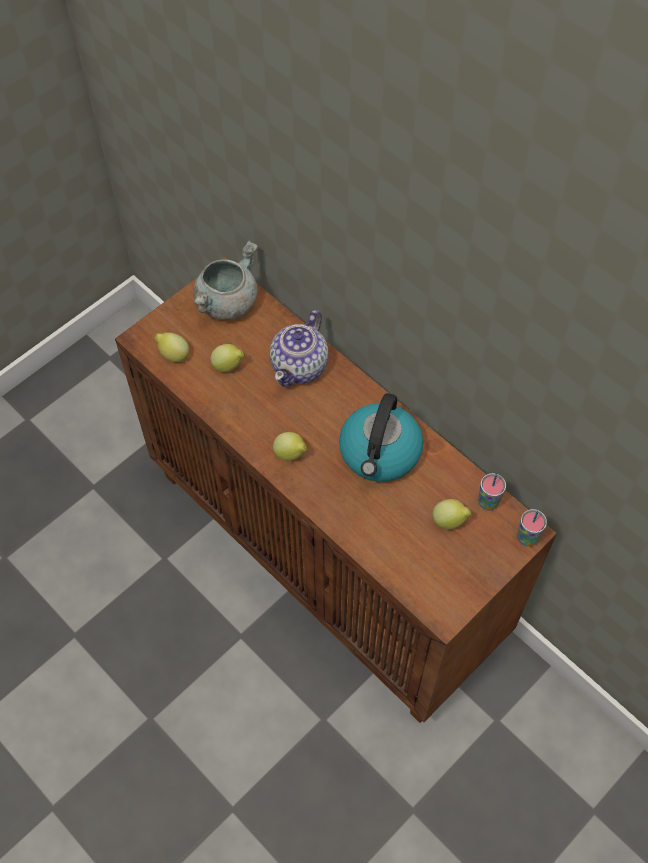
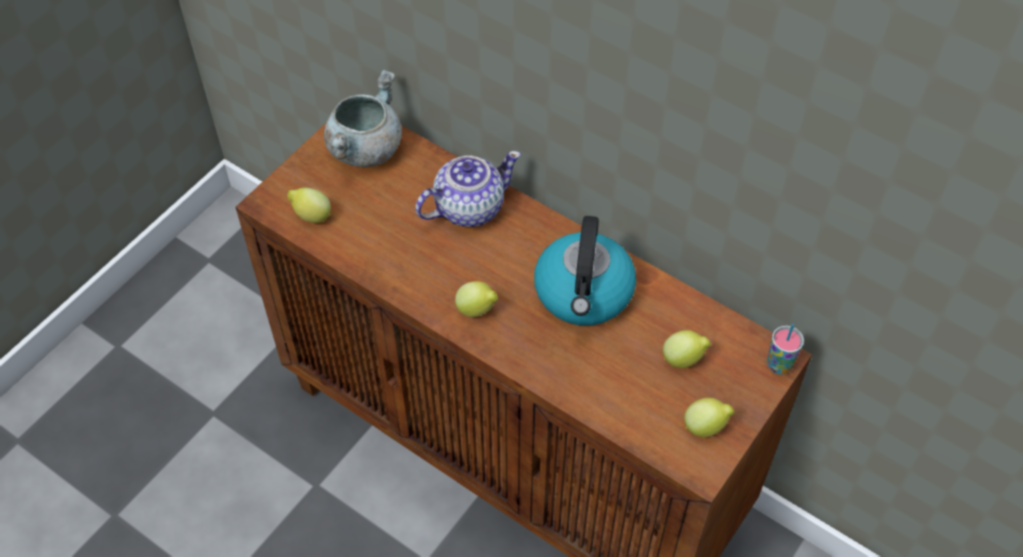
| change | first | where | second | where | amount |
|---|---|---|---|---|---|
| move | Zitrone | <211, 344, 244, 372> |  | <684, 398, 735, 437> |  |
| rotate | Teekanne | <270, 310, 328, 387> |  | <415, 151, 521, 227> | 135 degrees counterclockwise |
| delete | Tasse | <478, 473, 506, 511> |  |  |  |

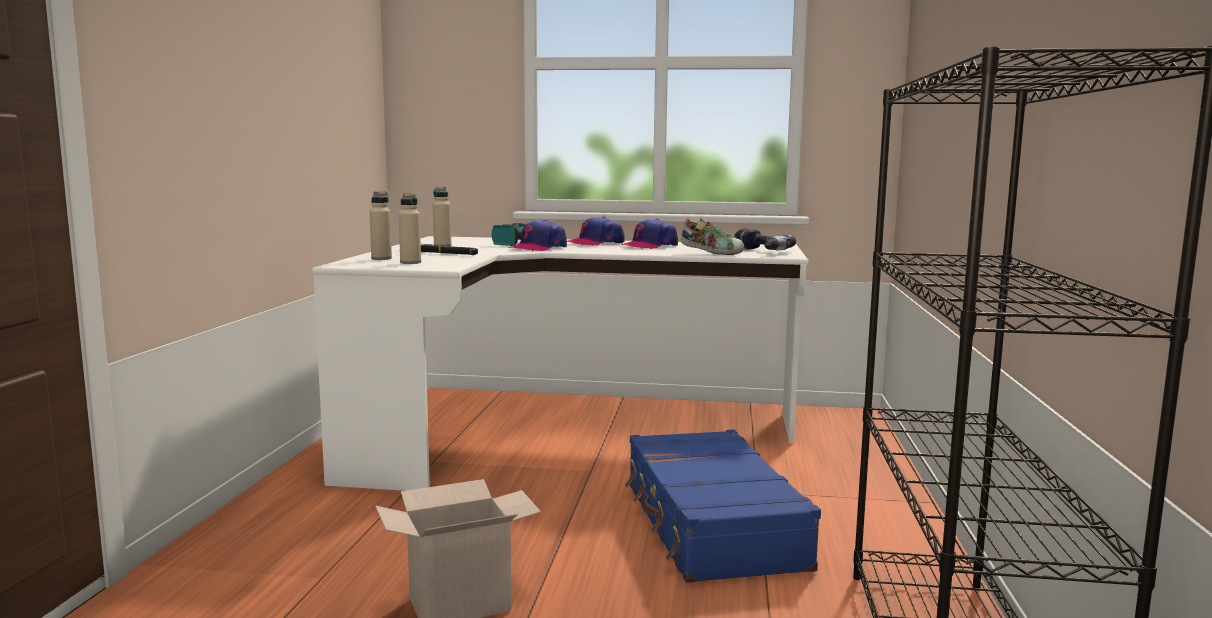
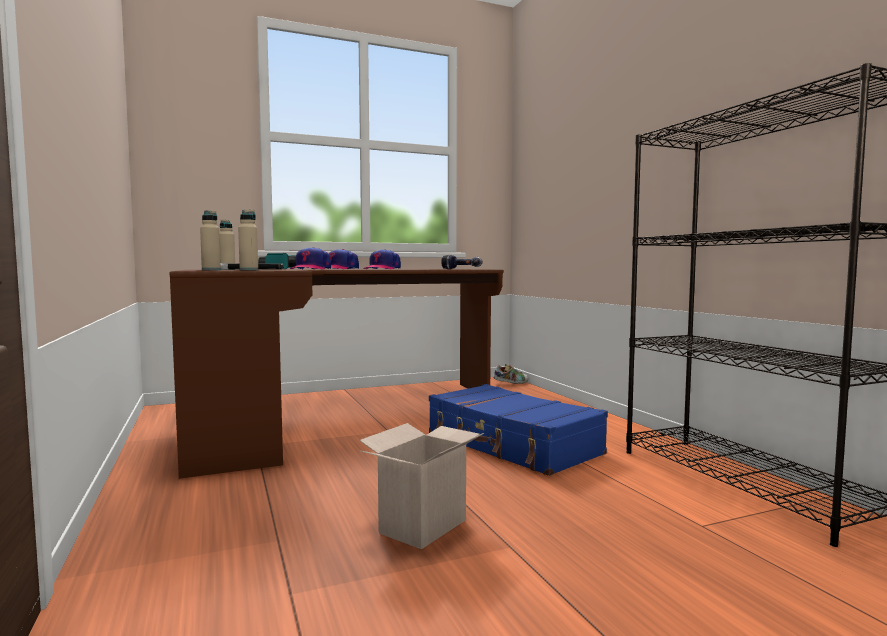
| change | first | where | second | where | amount |
|---|---|---|---|---|---|
| recolor | Schreibtisch [weiß] | <312, 236, 809, 491> | Schreibtisch [braun] | <170, 269, 504, 479> |  |
| move | Schuh | <681, 218, 744, 255> |  | <493, 364, 528, 384> |  |

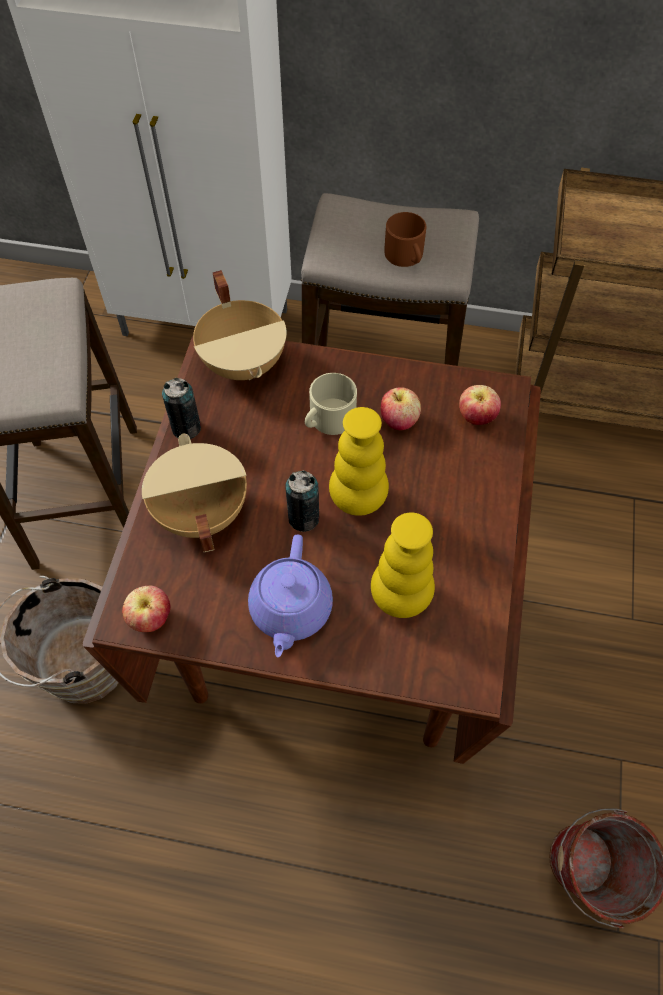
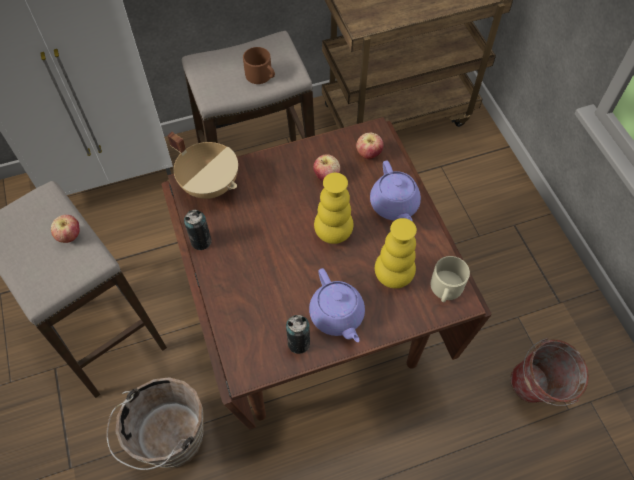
| change | first | where | second | where | amount |
|---|---|---|---|---|---|
| move | Apfel | <122, 586, 171, 632> |  | <51, 215, 79, 243> |  |
| delete | Kochtopf [beige] | <142, 434, 247, 552> |  |  |  |
| move | Dose | <285, 470, 319, 532> |  | <286, 315, 310, 354> |  |
| move | Henkelbecher [beige] | <305, 373, 357, 435> |  | <430, 256, 470, 302> |  |
| insert |  |  | Teekanne [lila] | <370, 161, 421, 221> |  |

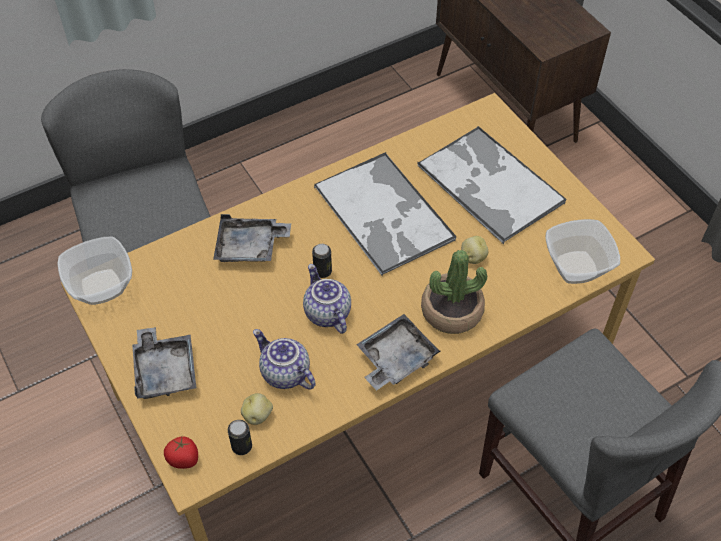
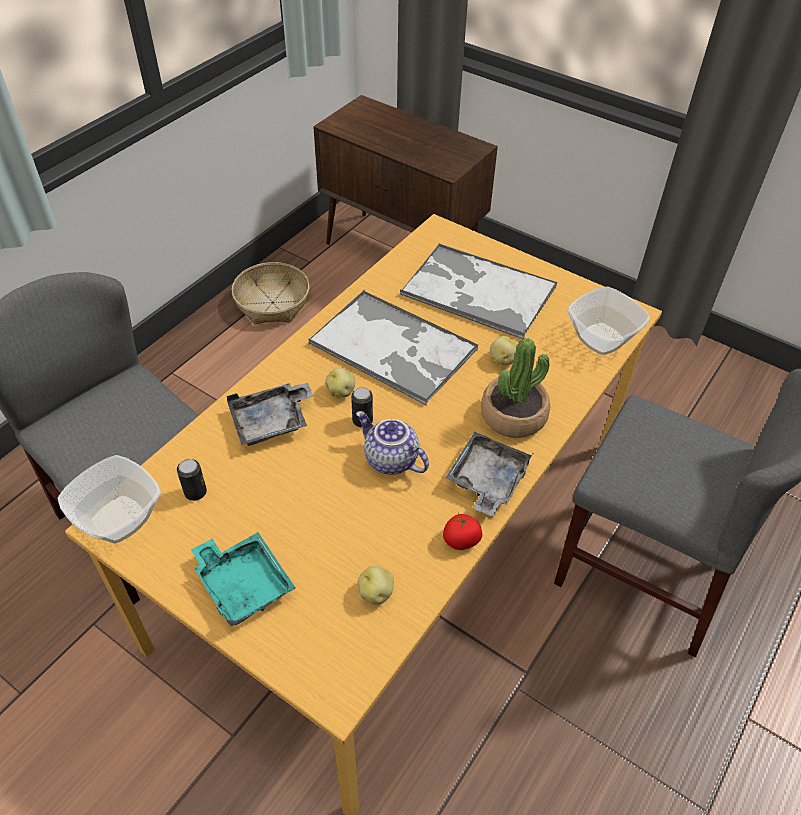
| change | first | where | second | where | amount |
|---|---|---|---|---|---|
| recolor | Tablett [grau] | <132, 327, 196, 399> | Tablett [türkis] | <191, 532, 295, 626> |  |
| move | Tomate | <164, 436, 198, 469> |  | <443, 513, 482, 550> |  |
| move | Dose | <228, 420, 252, 455> |  | <177, 459, 207, 501> |  |
| delete | Teekanne | <253, 329, 316, 390> |  |  |  |
| insert |  |  | Korb | <232, 262, 310, 324> |  |
| insert |  |  | Kartoffel | <325, 368, 355, 398> |  |

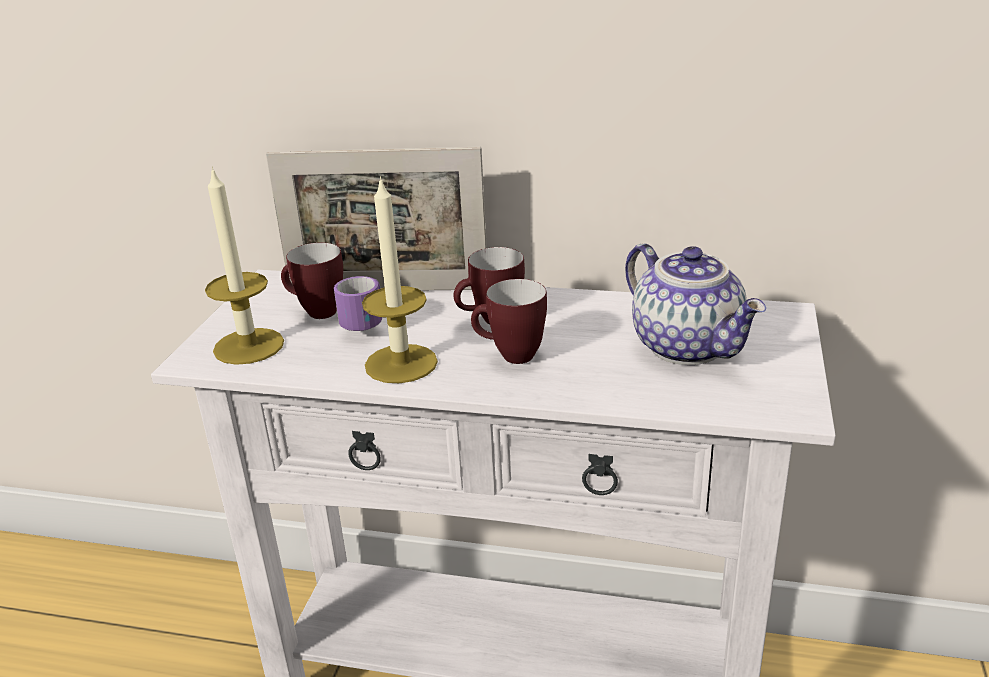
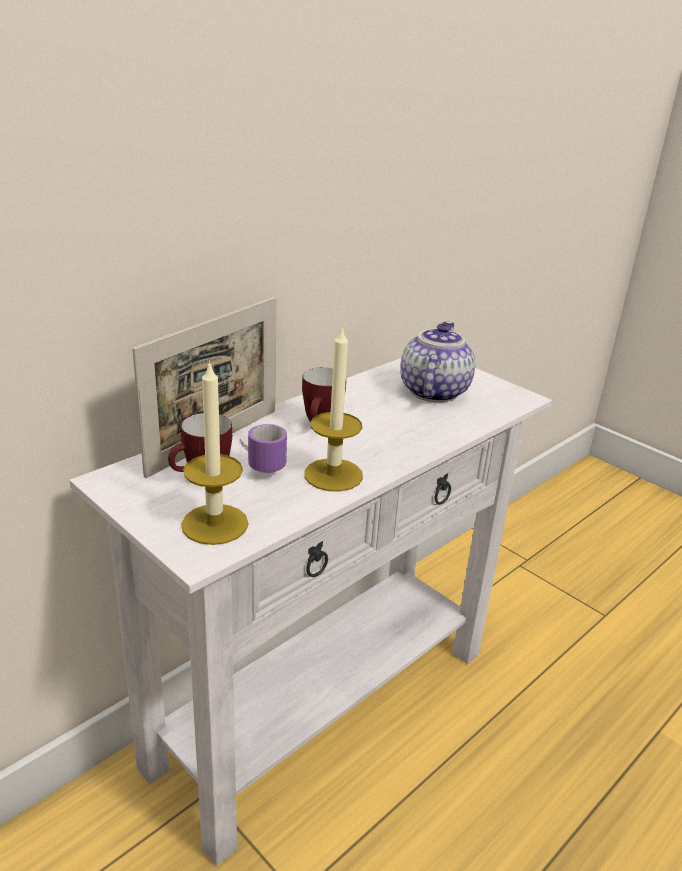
| change | first | where | second | where | amount |
|---|---|---|---|---|---|
| delete | Henkelbecher | <471, 279, 547, 364> |  |  |  |
| rotate | Teekanne | <625, 243, 766, 365> |  | <400, 321, 475, 402> | 75 degrees counterclockwise |

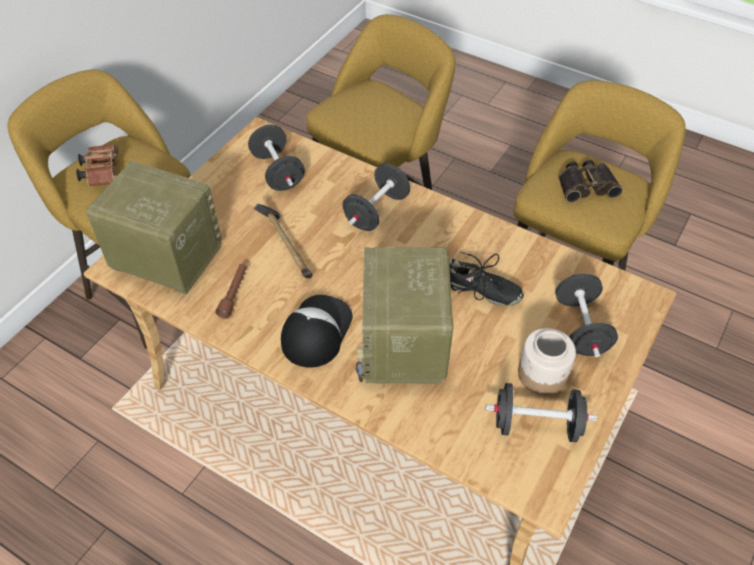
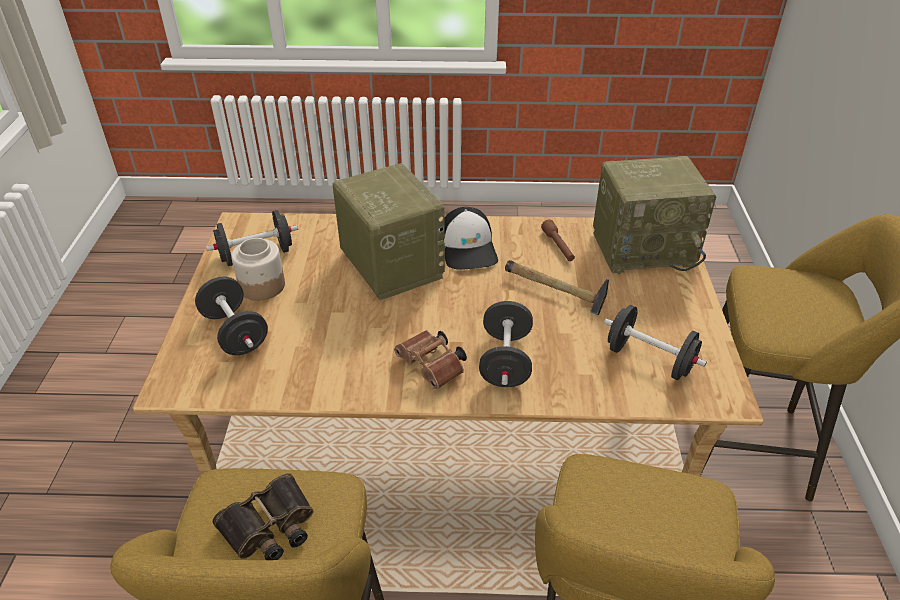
| change | first | where | second | where | amount |
|---|---|---|---|---|---|
| move | Fernglas [braun] | <76, 144, 119, 186> |  | <394, 330, 467, 390> |  |
| delete | Schuh [schwarz] | <449, 251, 524, 306> |  |  |  |

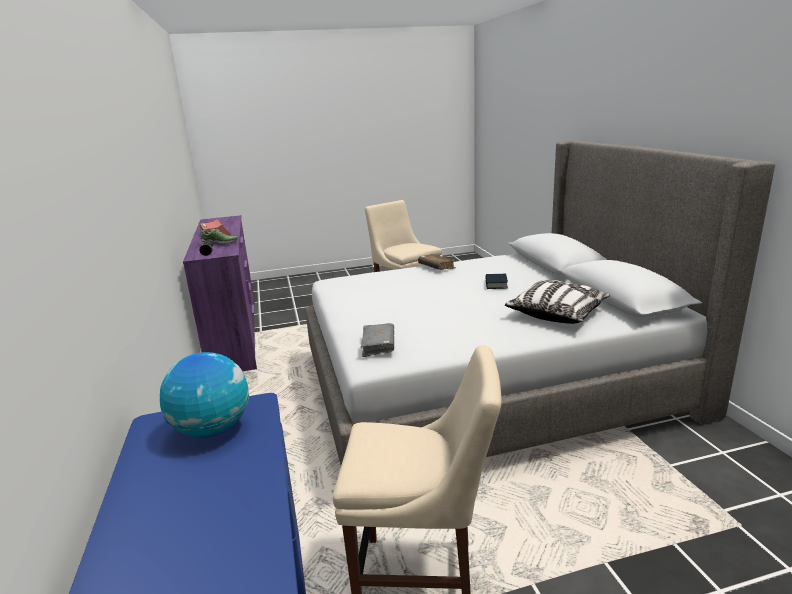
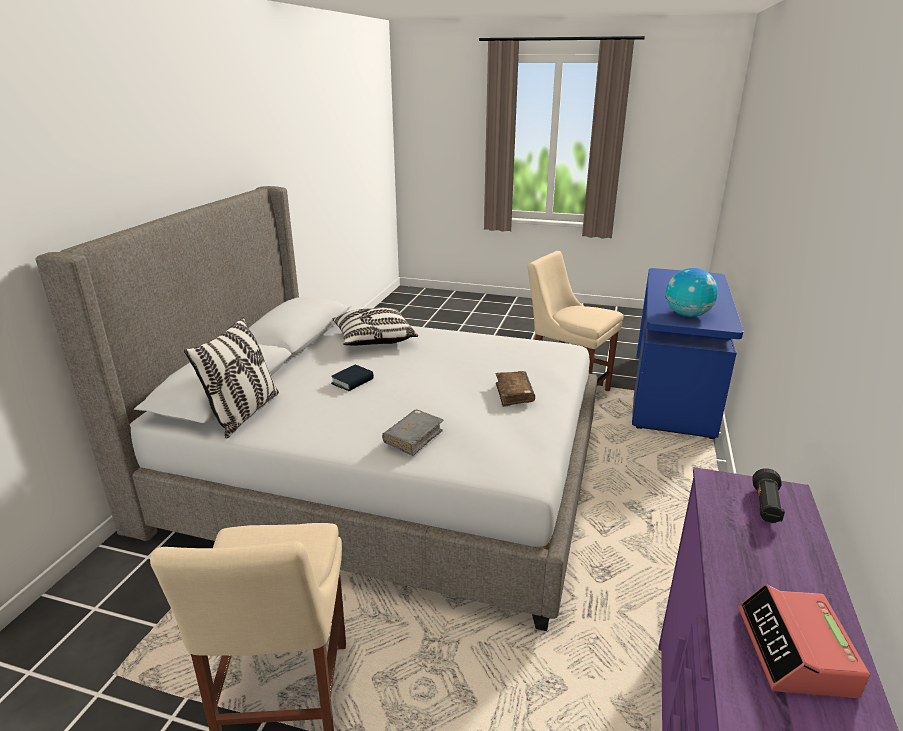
| change | first | where | second | where | amount |
|---|---|---|---|---|---|
| delete | Schuh | <199, 229, 238, 245> |  |  |  |
| move | Buch [grau] | <361, 323, 394, 357> |  | <382, 409, 444, 456> |  |
| move | Buch [braun] | <418, 254, 456, 270> |  | <496, 371, 535, 407> |  |
| insert |  |  | Kissen | <184, 317, 279, 439> |  |

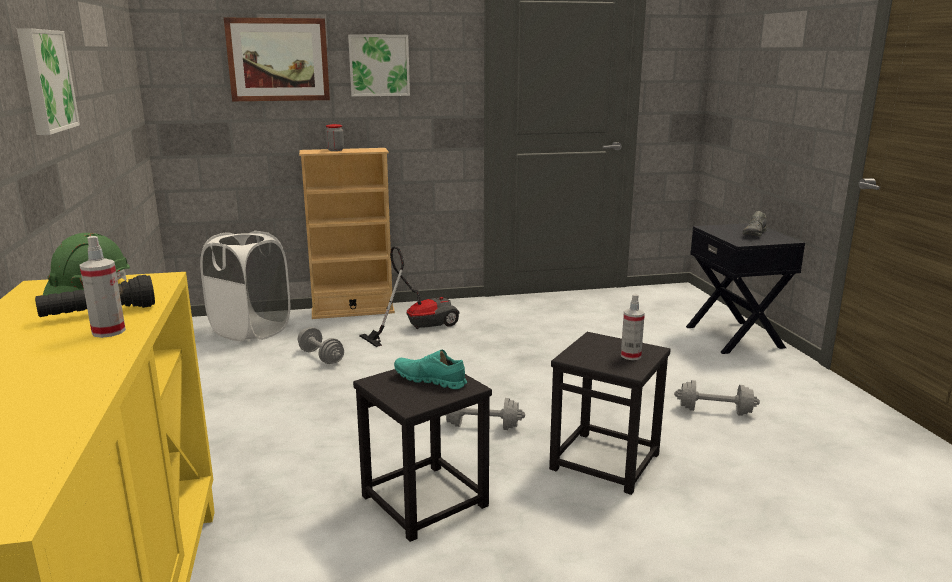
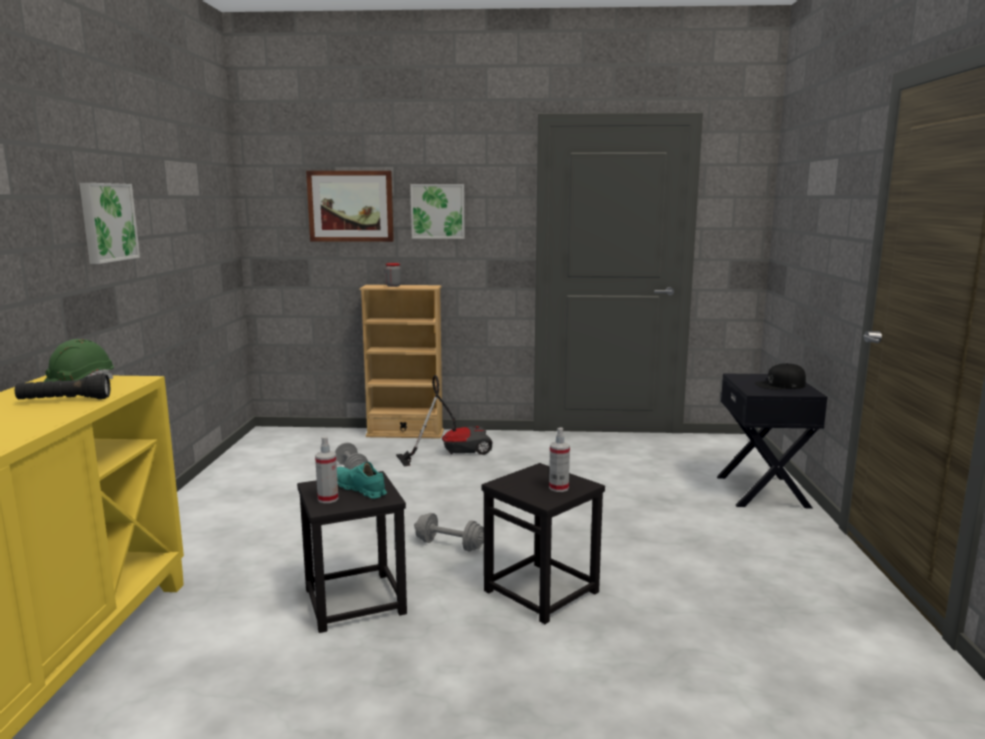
| change | first | where | second | where | amount |
|---|---|---|---|---|---|
| move | Sprühflasche | <80, 236, 126, 338> |  | <315, 436, 338, 503> |  |
| delete | Wäschekorb [weiß] | <200, 231, 290, 341> |  |  |  |
| delete | Hantel [grau] | <674, 380, 760, 416> |  |  |  |
| replace | Schuh [grau] | <742, 211, 767, 236> | Kappe [schwarz] | <755, 363, 806, 389> |  |

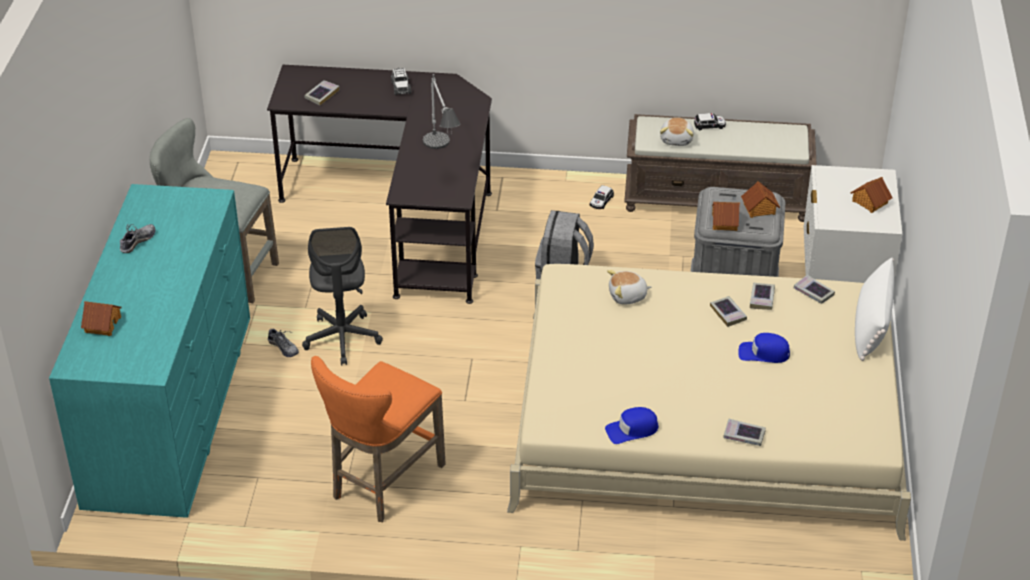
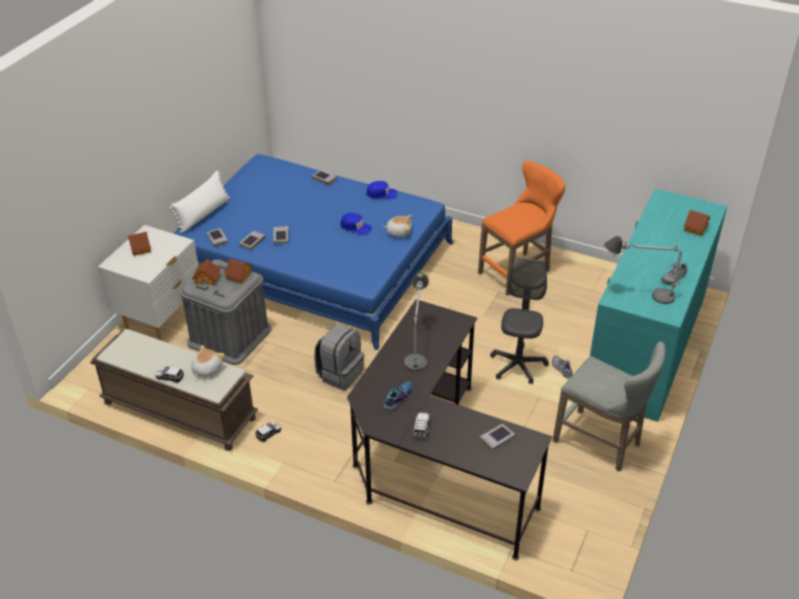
| change | first | where | second | where | amount |
|---|---|---|---|---|---|
| recolor | Bett [beige] | <507, 264, 911, 541> | Bett [blau] | <173, 154, 453, 350> |  |
| move | Plüschtier | <607, 270, 652, 305> |  | <383, 215, 412, 238> |  |
| move | Kappe [blau] | <738, 333, 790, 363> |  | <340, 213, 372, 235> |  |
| insert |  |  | Schuh | <384, 382, 413, 411> |  |
| insert |  |  | Tischlampe | <604, 236, 682, 304> |  |

